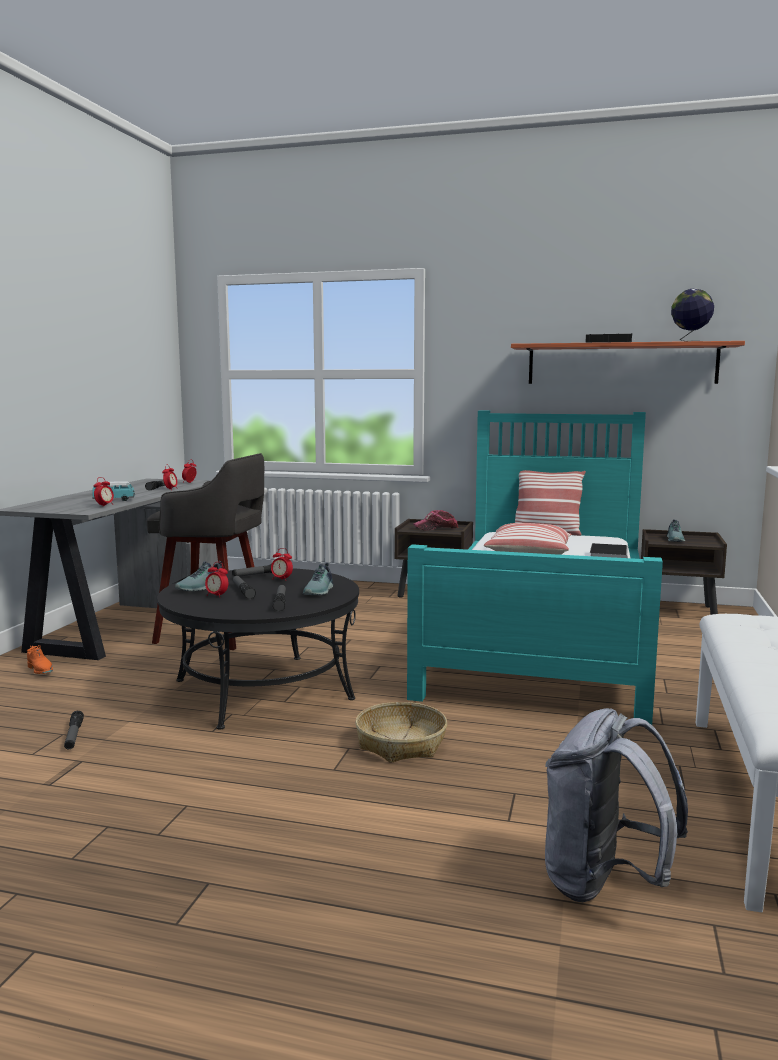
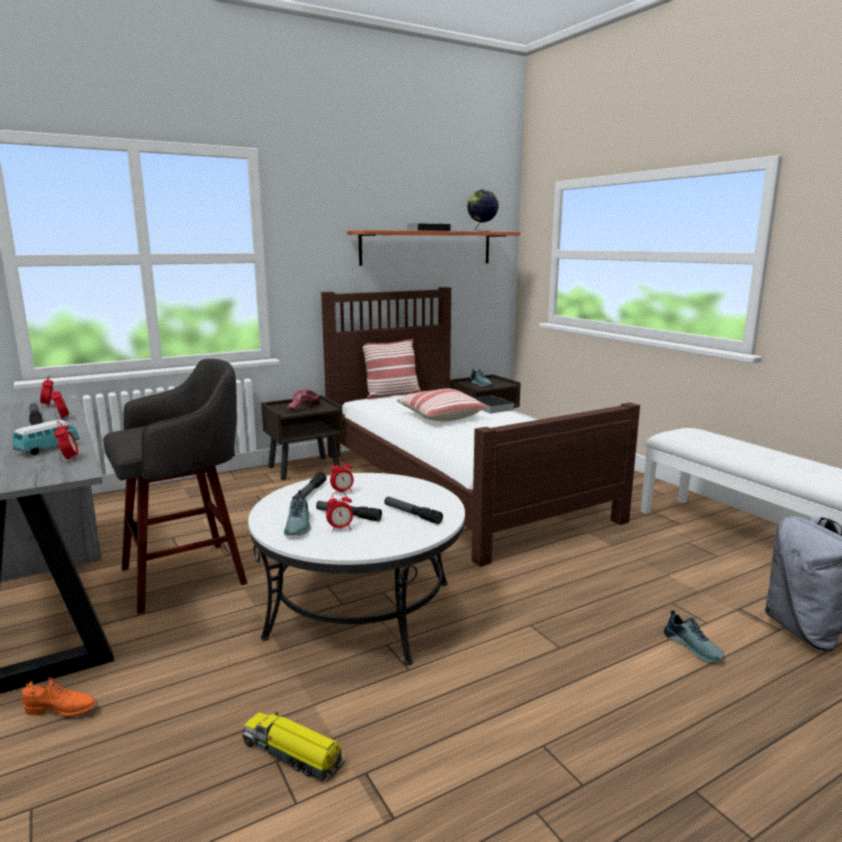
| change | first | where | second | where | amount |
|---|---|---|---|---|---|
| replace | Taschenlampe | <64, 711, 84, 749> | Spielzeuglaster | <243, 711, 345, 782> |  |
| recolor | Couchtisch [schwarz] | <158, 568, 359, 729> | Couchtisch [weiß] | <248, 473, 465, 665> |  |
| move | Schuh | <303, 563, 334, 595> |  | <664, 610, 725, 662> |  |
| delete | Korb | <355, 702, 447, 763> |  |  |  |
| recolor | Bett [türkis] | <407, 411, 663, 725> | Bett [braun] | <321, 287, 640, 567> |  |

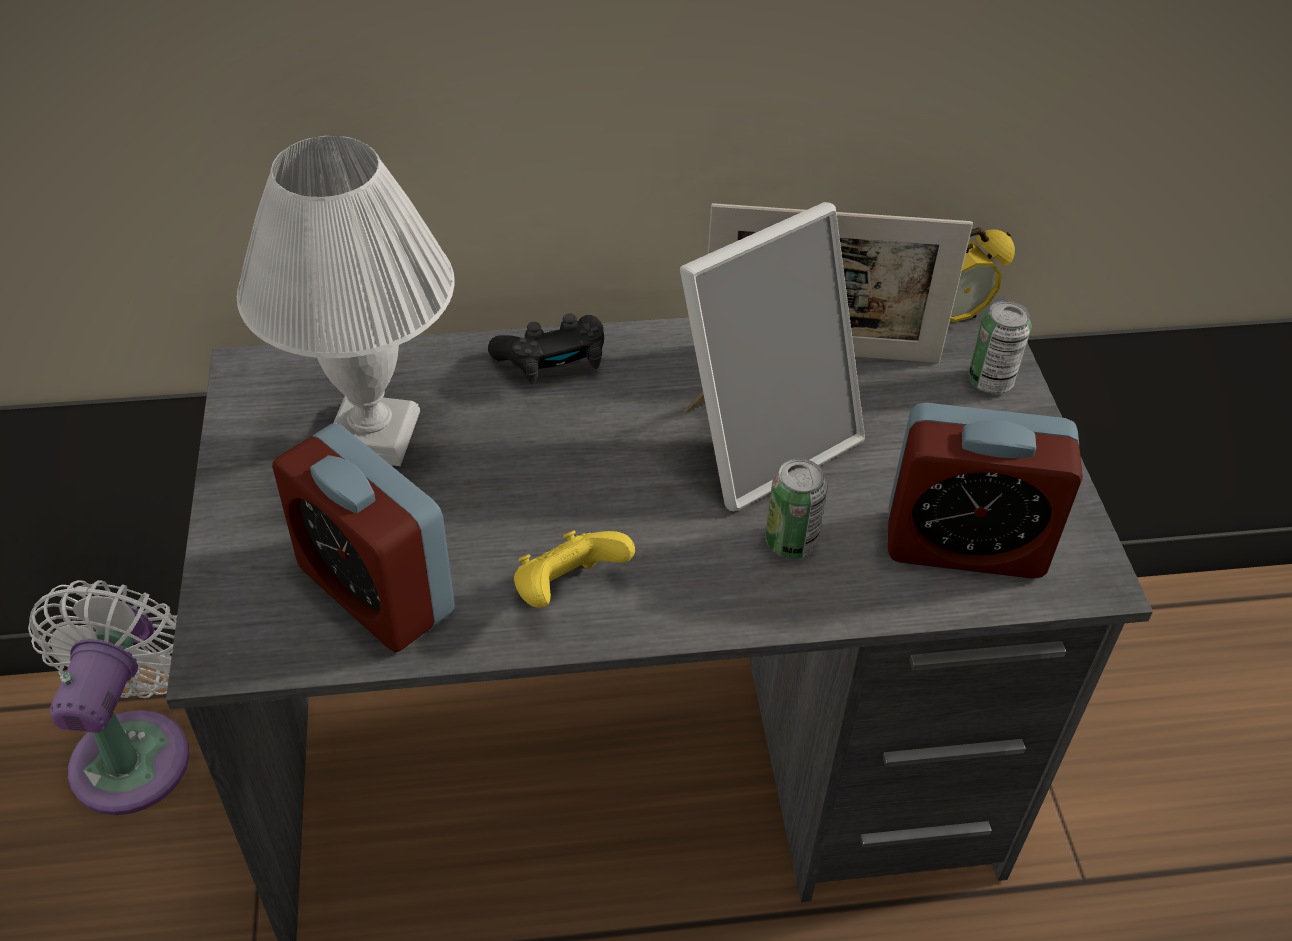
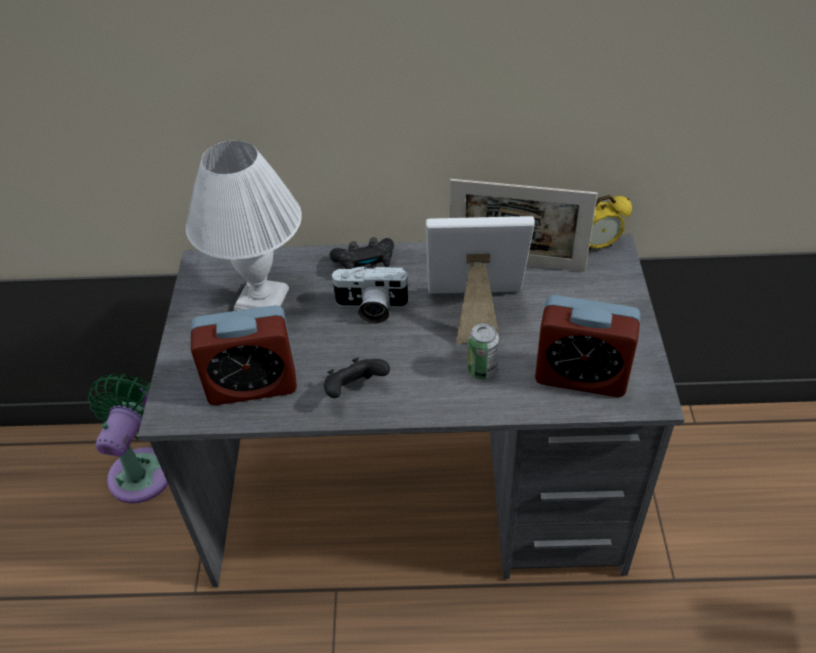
| change | first | where | second | where | amount |
|---|---|---|---|---|---|
| recolor | Ventilator [weiß] | <28, 580, 189, 815> | Ventilator [grün] | <88, 373, 168, 504> |  |
| rotate | Wecker | <272, 423, 455, 652> |  | <191, 305, 297, 405> | 60 degrees counterclockwise |
| recolor | Gamepad [gelb] | <514, 531, 635, 608> | Gamepad [schwarz] | <324, 358, 390, 398> |  |
| rotate | Bilderrahmen | <680, 202, 865, 511> |  | <426, 216, 535, 344> | 150 degrees counterclockwise |
| delete | Dose | <968, 301, 1031, 394> |  |  |  |
| insert |  |  | Kamera | <330, 266, 410, 324> |  |

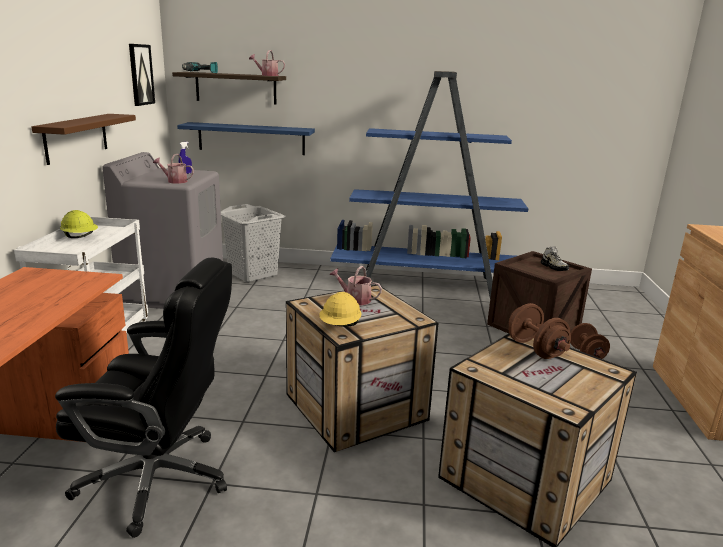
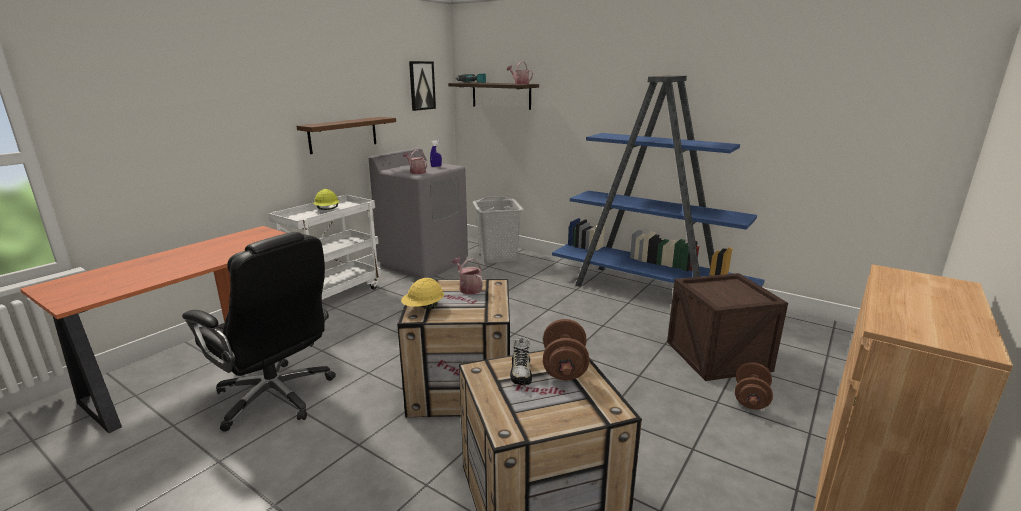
| change | first | where | second | where | amount |
|---|---|---|---|---|---|
| delete | Wandregal [blau] | <177, 122, 315, 155> |  |  |  |
| move | Schuh | <541, 246, 569, 271> |  | <510, 337, 532, 385> |  |

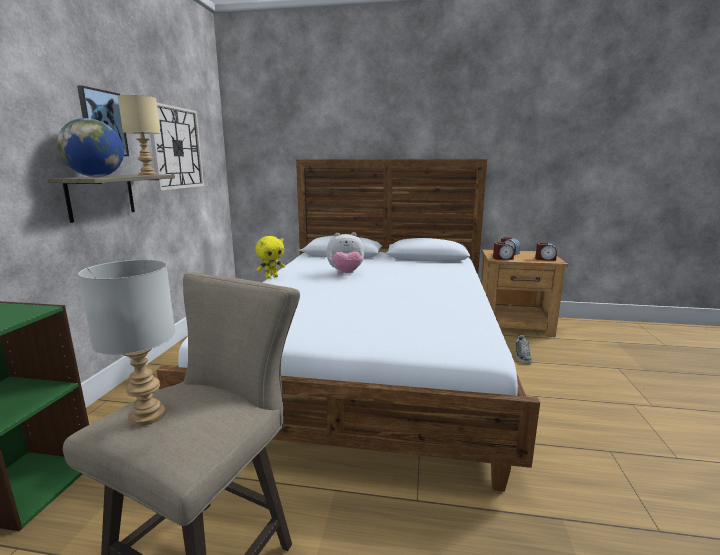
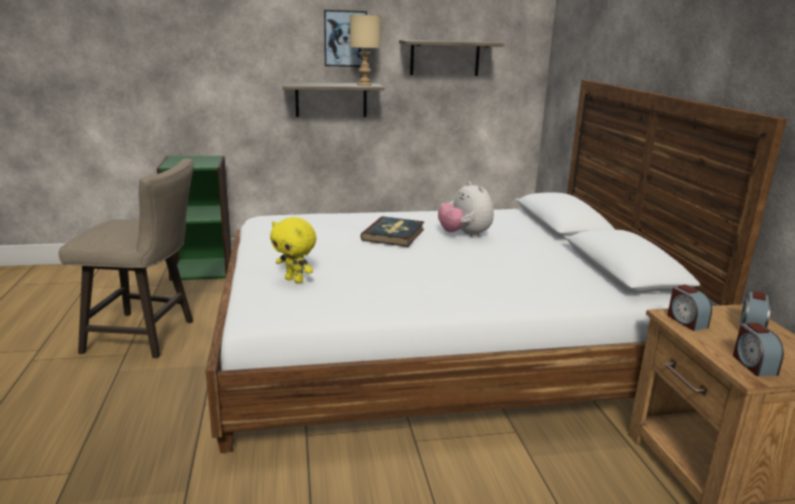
| change | first | where | second | where | amount |
|---|---|---|---|---|---|
| delete | Globus | <57, 118, 124, 177> |  |  |  |
| delete | Tischlampe [grau] | <78, 259, 176, 426> |  |  |  |
| replace | Wanduhr | <150, 102, 204, 191> | Wandregal | <399, 40, 504, 76> |  |
| move | Plüschtier [gelb] | <255, 236, 285, 279> |  | <270, 217, 316, 283> |  |
| delete | Schuh | <515, 335, 532, 364> |  |  |  |
| insert |  |  | Buch | <361, 216, 424, 247> |  |

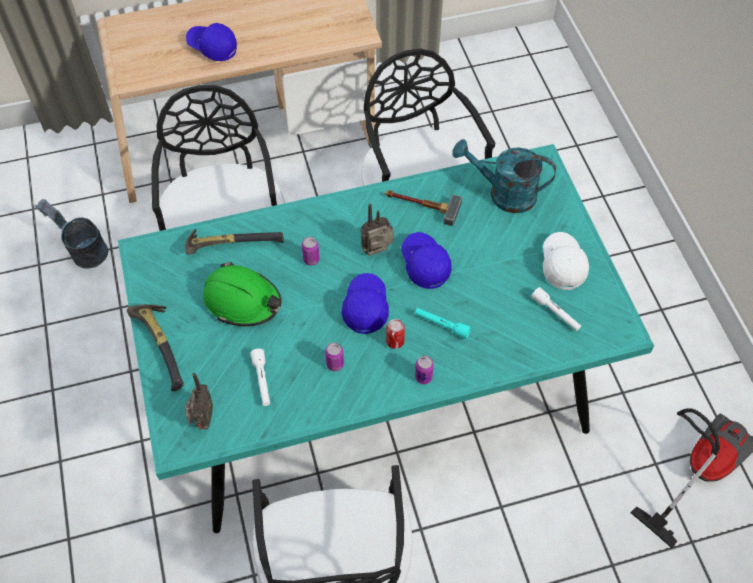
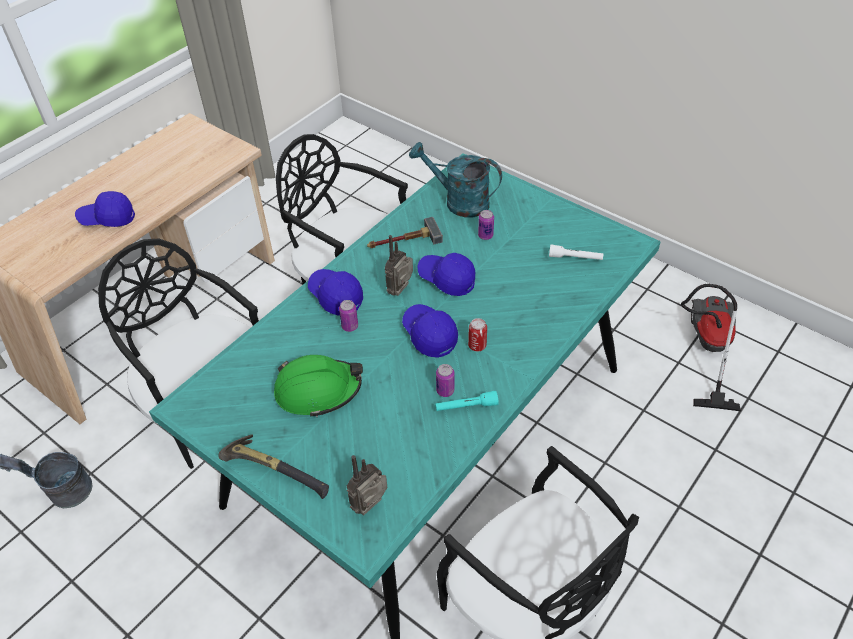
| change | first | where | second | where | amount |
|---|---|---|---|---|---|
| delete | Hammer | <185, 229, 284, 254> |  |  |  |
| rotate | Radio | <185, 373, 213, 430> |  | <347, 455, 387, 516> | 105 degrees counterclockwise |
| delete | Taschenlampe [weiß] | <250, 349, 270, 406> |  |  |  |
| move | Taschenlampe [türkis] | <415, 308, 471, 339> |  | <435, 391, 499, 411> |  |
| move | Dose | <415, 355, 434, 384> |  | <478, 210, 494, 240> |  |
| rotate | Gießkanne [türkis] | <452, 139, 556, 213> |  | <409, 142, 502, 217> | 45 degrees clockwise |
| delete | Kappe [weiß] | <543, 232, 589, 290> |  |  |  |
| insert |  |  | Kappe [blau] | <308, 269, 363, 316> |  |

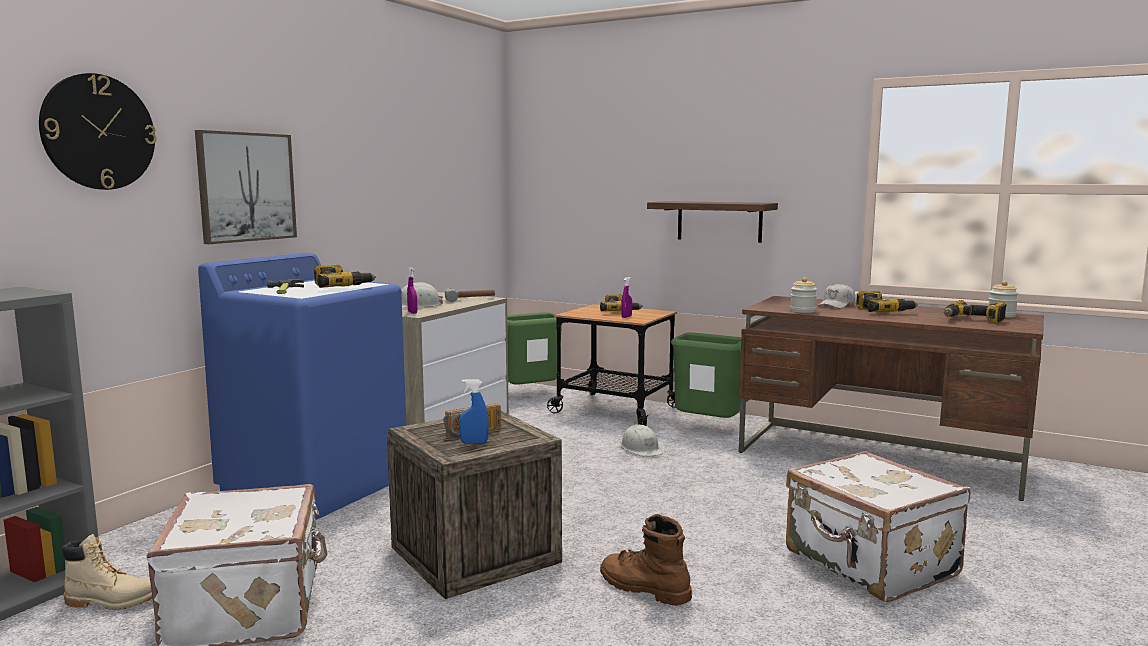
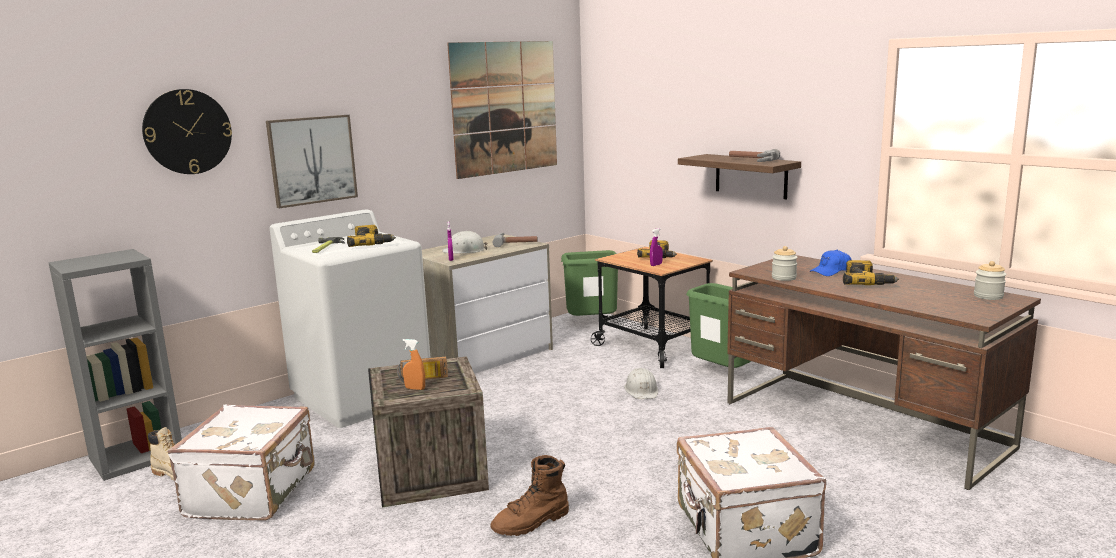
| change | first | where | second | where | amount |
|---|---|---|---|---|---|
| recolor | Waschmaschine [blau] | <198, 253, 406, 520> | Waschmaschine [weiß] | <270, 209, 431, 428> |  |
| recolor | Sprühflasche [blau] | <459, 379, 489, 444> | Sprühflasche [orange] | <403, 339, 425, 390> |  |
| rotate | Stiefel [braun] | <600, 514, 692, 606> |  | <490, 455, 569, 536> | 90 degrees counterclockwise |
| recolor | Kappe [weiß] | <818, 283, 855, 308> | Kappe [blau] | <810, 250, 851, 276> |  |
| delete | Bohrmaschine | <944, 300, 1007, 324> |  |  |  |
| insert |  |  | Bild | <447, 41, 557, 179> |  |
| insert |  |  | Hammer | <729, 149, 780, 162> |  |

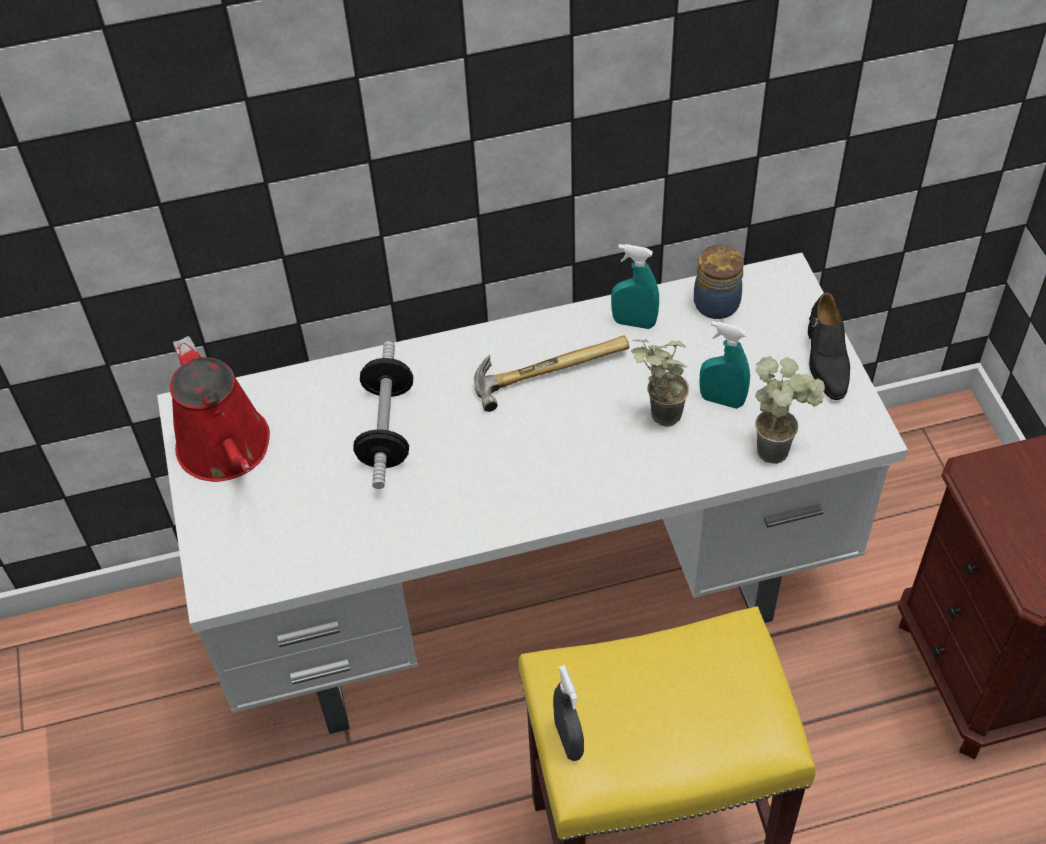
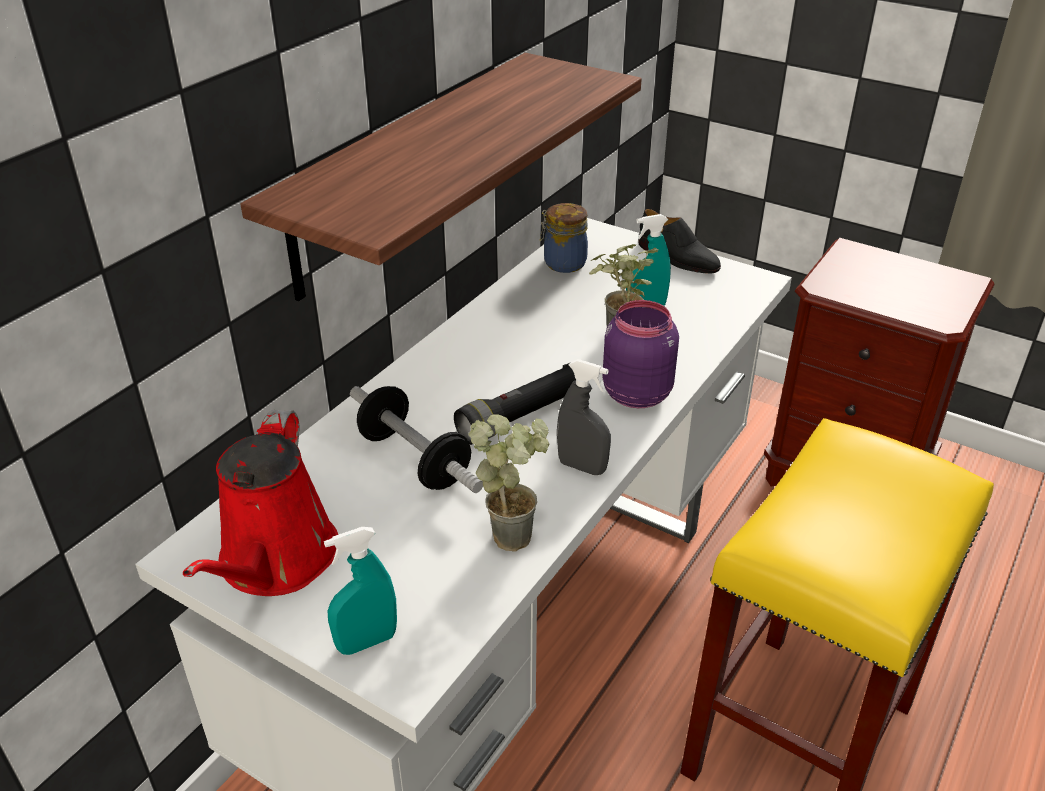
| change | first | where | second | where | amount |
|---|---|---|---|---|---|
| rotate | Gießkanne [rot] | <170, 336, 270, 482> |  | <183, 410, 338, 596> | 75 degrees clockwise |
| delete | Hammer | <474, 335, 629, 412> |  |  |  |
| move | Sprühflasche [grau] | <553, 665, 584, 761> |  | <557, 359, 611, 475> |  |
| move | Sprühflasche [türkis] | <611, 244, 659, 329> |  | <324, 527, 397, 655> |  |
| move | Topfpflanze | <755, 356, 825, 464> |  | <469, 414, 549, 552> |  |
| insert |  |  | Wandregal | <241, 53, 642, 301> |  |
| insert |  |  | Taschenlampe [schwarz] | <454, 362, 576, 445> |  |
| insert |  |  | Vorratsglas [lila] | <602, 300, 679, 408> |  |

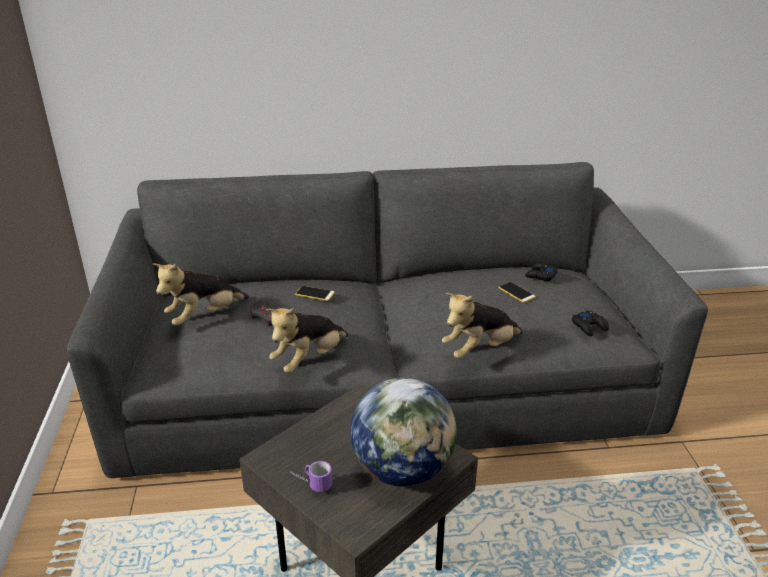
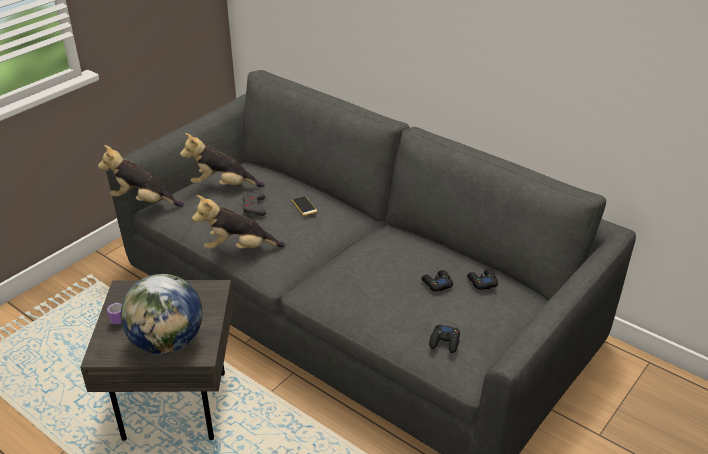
| change | first | where | second | where | amount |
|---|---|---|---|---|---|
| move | Plüschtier | <442, 293, 523, 359> |  | <98, 145, 184, 207> |  |
| replace | Handy | <498, 282, 536, 303> | Gamepad [schwarz] | <422, 270, 453, 292> |  |

